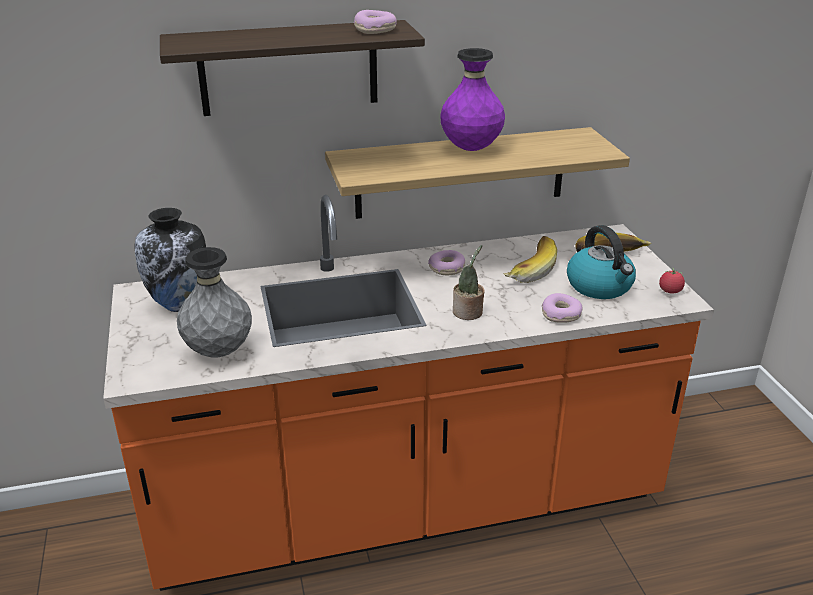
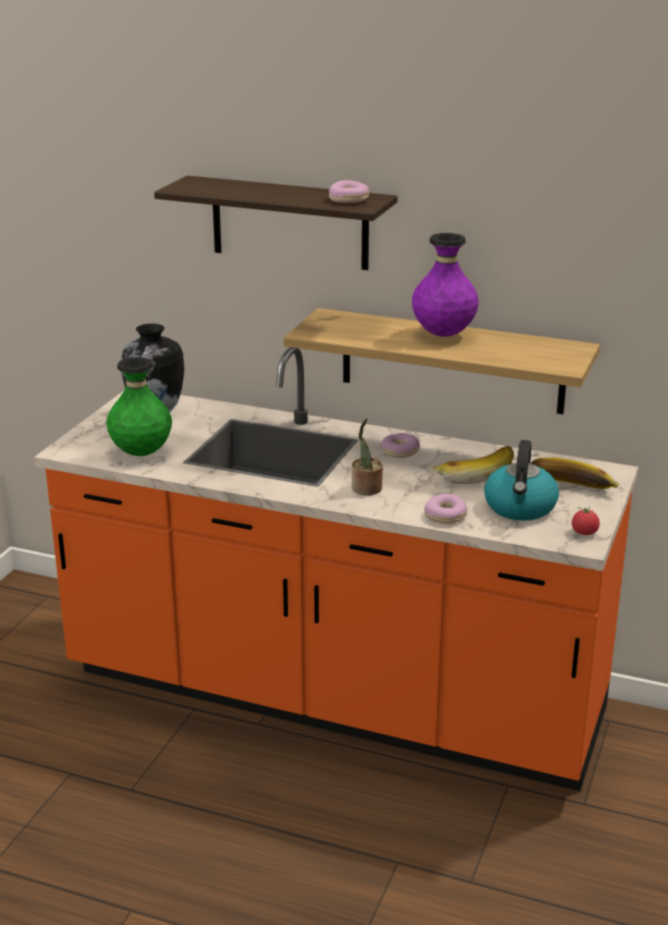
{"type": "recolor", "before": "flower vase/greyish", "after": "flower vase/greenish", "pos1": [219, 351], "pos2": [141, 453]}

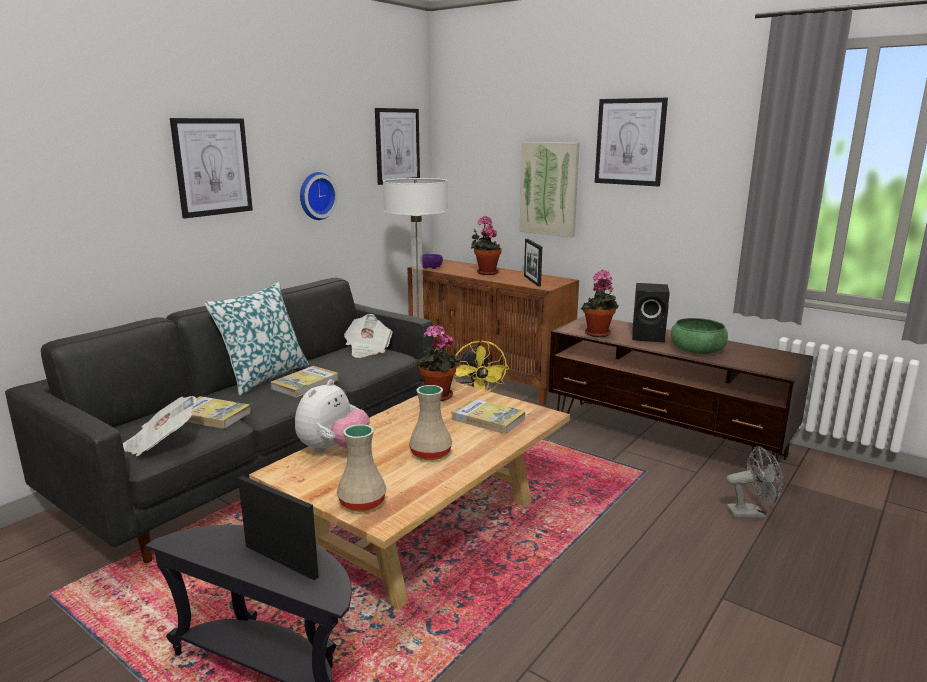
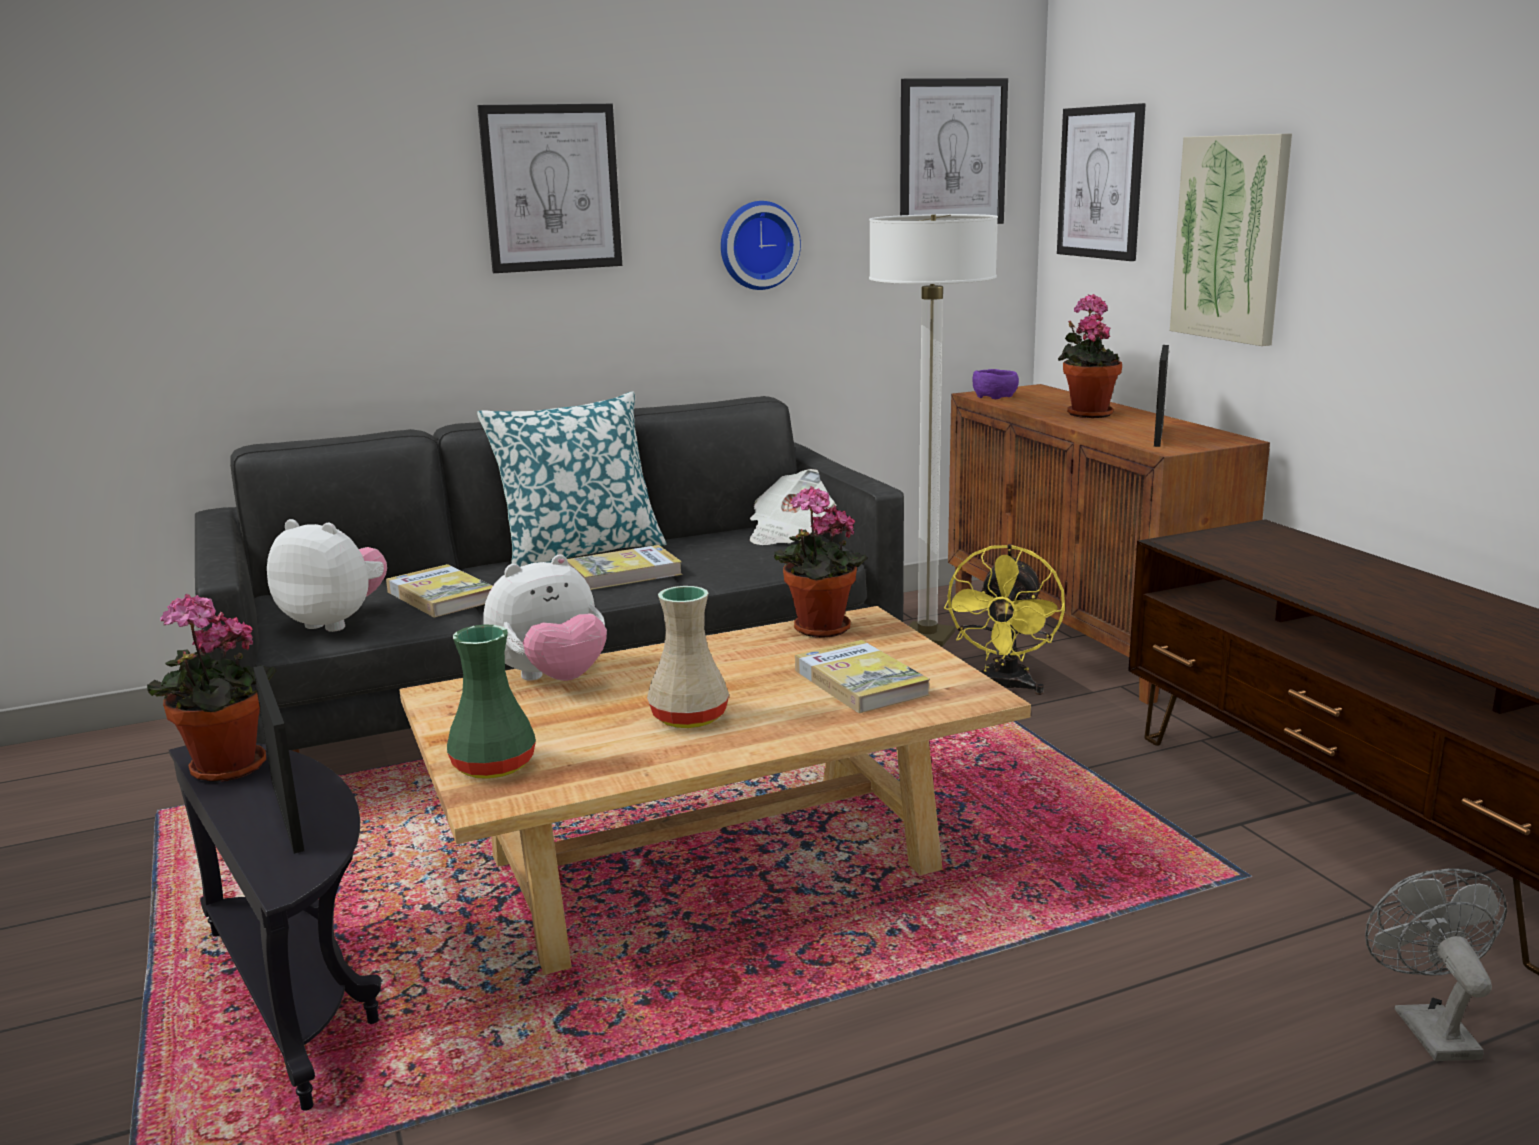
{"type": "move", "before": "houseplant", "pos1": [598, 334], "pos2": [223, 771]}
{"type": "replace", "before": "printed paper", "after": "soft toy", "pos1": [161, 443], "pos2": [335, 622]}
{"type": "recolor", "before": "flower vase/sand-coloured", "after": "flower vase/greenish", "pos1": [362, 503], "pos2": [492, 767]}
{"type": "move", "before": "wall picture", "pos1": [630, 142], "pos2": [1101, 182]}
{"type": "rotate", "before": "electric fan/greyish", "pos1": [751, 513], "pos2": [1427, 1026], "turn": -120}
{"type": "delete", "before": "audio speaker/black", "pos1": [649, 336]}
{"type": "delete", "before": "bowl/greenish", "pos1": [697, 349]}

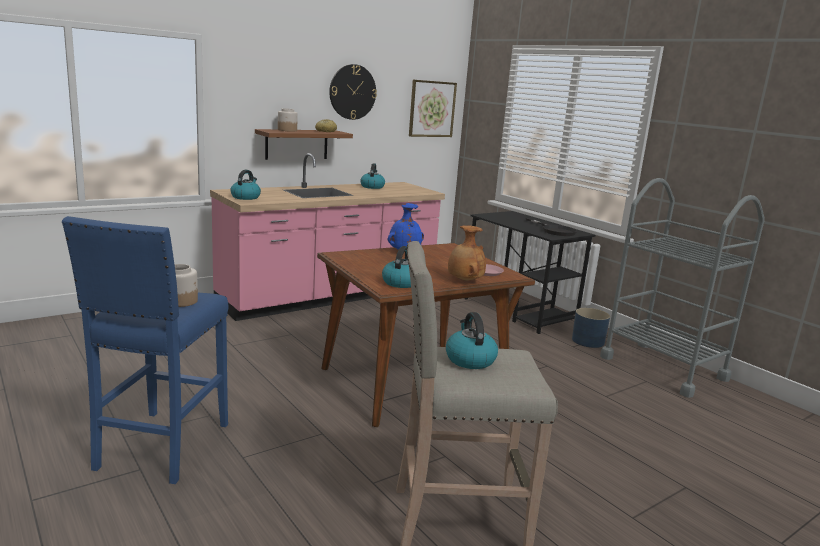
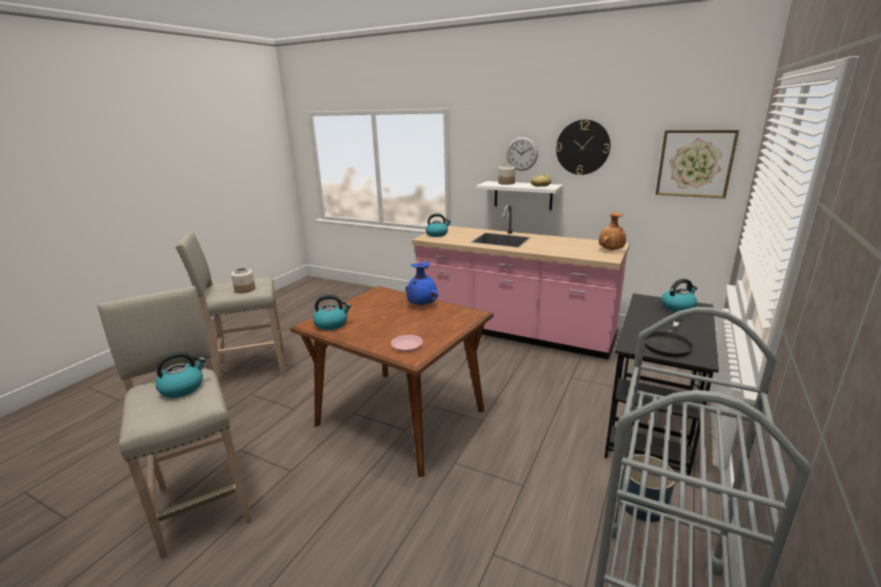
{"type": "recolor", "before": "sitting stool/bluish", "after": "sitting stool/sand-coloured", "pos1": [161, 447], "pos2": [250, 368]}
{"type": "recolor", "before": "shelf/brownish", "after": "shelf/whitish", "pos1": [296, 144], "pos2": [523, 195]}
{"type": "insert", "after": "wall clock", "pos2": [522, 154]}
{"type": "move", "before": "flower vase/brownish", "pos1": [464, 281], "pos2": [610, 250]}
{"type": "move", "before": "water kettle", "pos1": [372, 187], "pos2": [678, 307]}

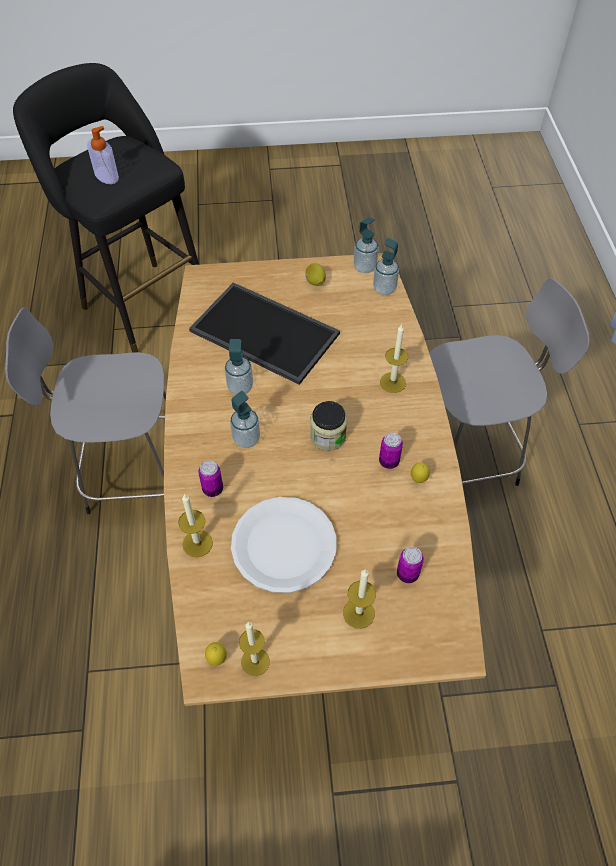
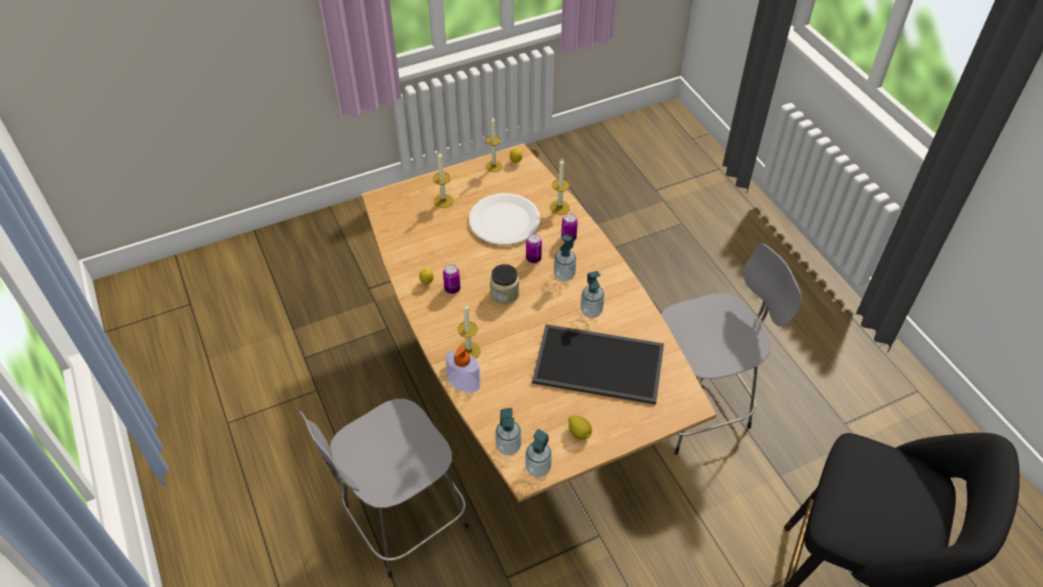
{"type": "move", "before": "soap bottle", "pos1": [106, 175], "pos2": [464, 382]}
{"type": "move", "before": "metal can", "pos1": [407, 574], "pos2": [533, 258]}

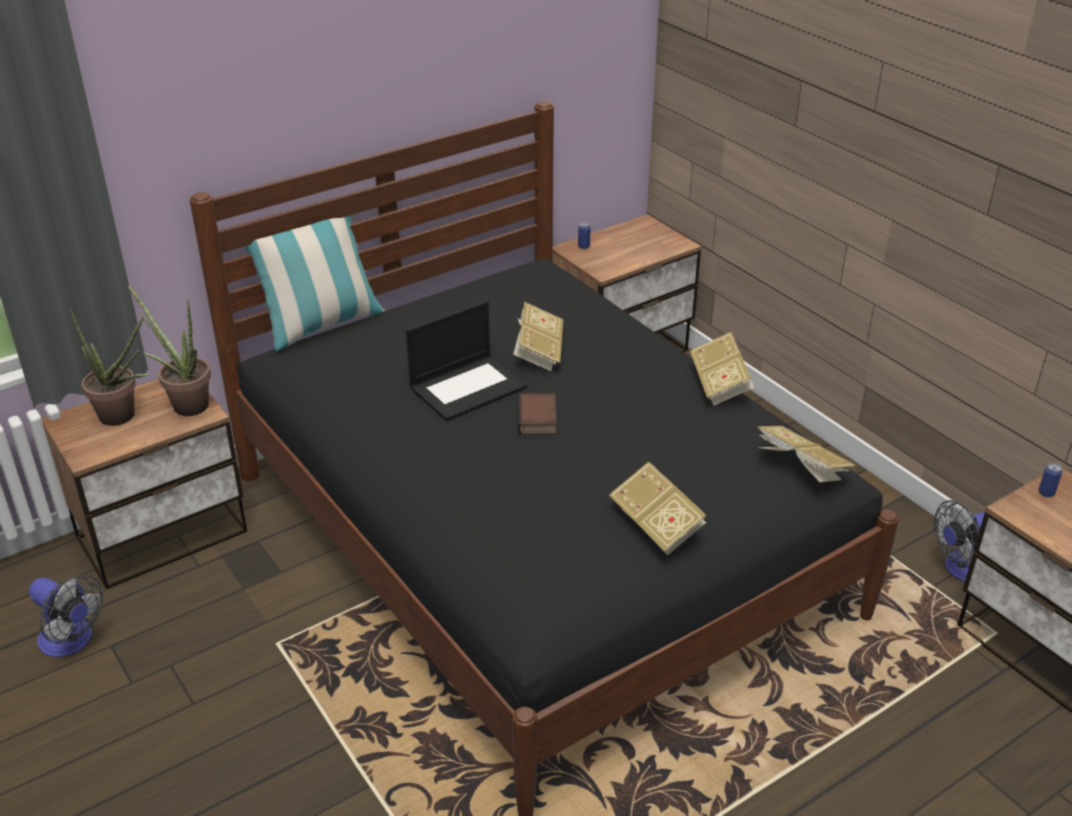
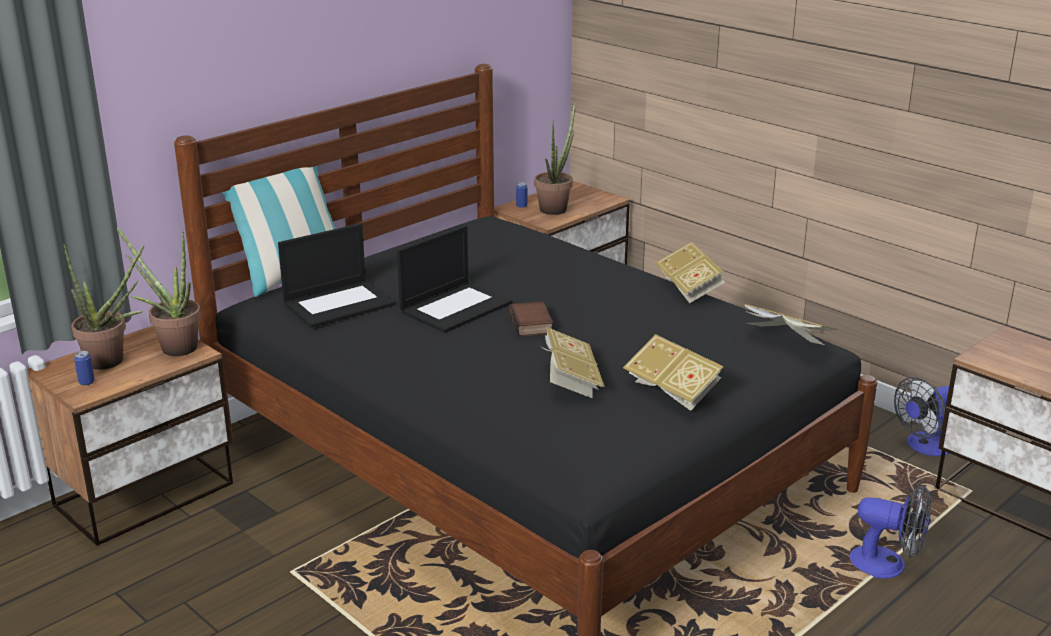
{"type": "move", "before": "metal can", "pos1": [1046, 493], "pos2": [86, 382]}
{"type": "insert", "after": "laptop", "pos2": [339, 303]}
{"type": "insert", "after": "houseplant", "pos2": [556, 208]}
{"type": "move", "before": "book", "pos1": [538, 352], "pos2": [570, 380]}
{"type": "move", "before": "electric fan", "pos1": [72, 641], "pos2": [887, 564]}

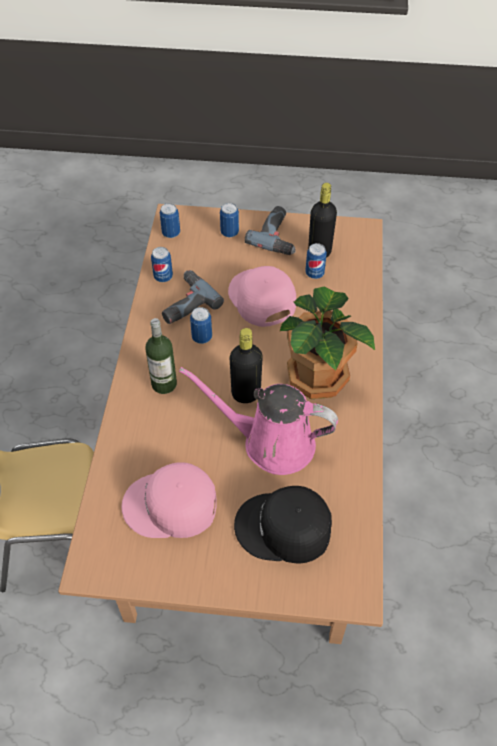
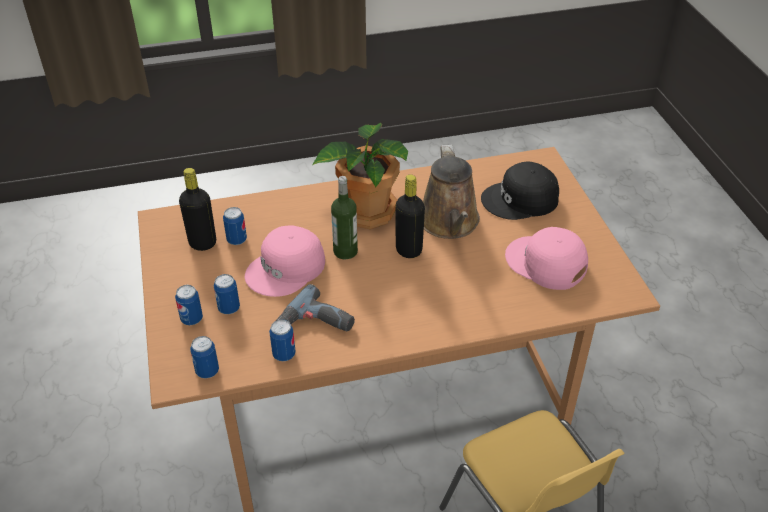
{"type": "move", "before": "metal can", "pos1": [202, 337], "pos2": [229, 308]}
{"type": "move", "before": "drink bottle", "pos1": [164, 384], "pos2": [345, 251]}
{"type": "recolor", "before": "sprinkling can/pink-coloured", "after": "sprinkling can/brownish", "pos1": [271, 442], "pos2": [450, 223]}
{"type": "rotate", "before": "baseball cap/black", "pos1": [284, 529], "pos2": [520, 200], "turn": 90}
{"type": "rotate", "before": "baseball cap/pink-coloured", "pos1": [171, 506], "pos2": [545, 264], "turn": 150}
{"type": "delete", "before": "drill", "pos1": [278, 236]}

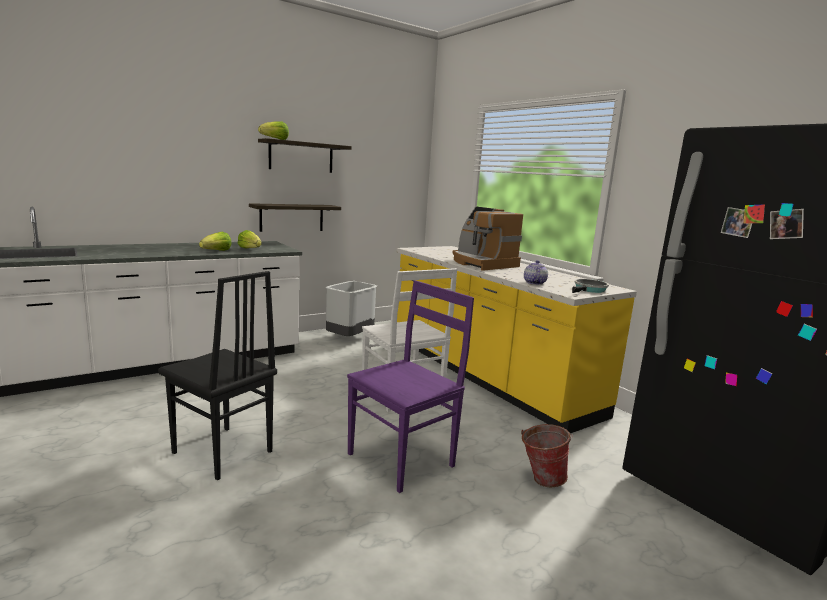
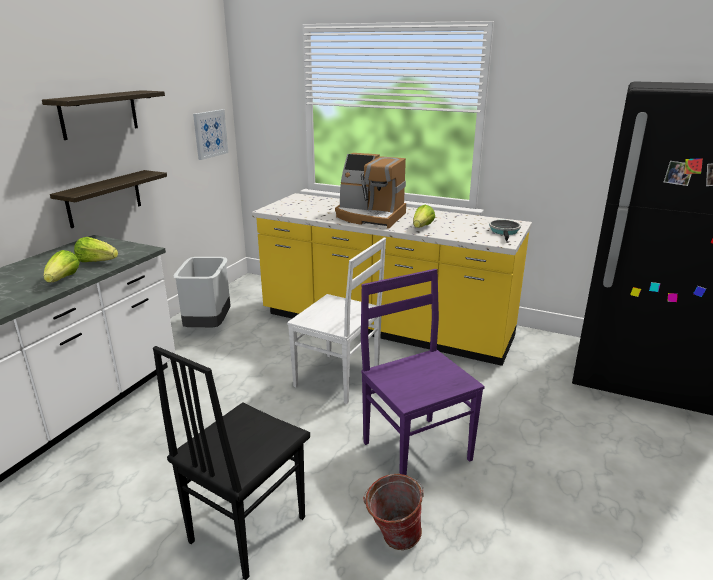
{"type": "rotate", "before": "chair/black", "pos1": [221, 453], "pos2": [246, 529], "turn": 120}
{"type": "insert", "after": "wall picture", "pos2": [210, 134]}
{"type": "rotate", "before": "chair/purplish", "pos1": [403, 459], "pos2": [415, 449], "turn": -45}
{"type": "move", "before": "pail", "pos1": [541, 479], "pos2": [392, 538]}
{"type": "move", "before": "lettuce head", "pos1": [275, 139], "pos2": [422, 227]}
{"type": "delete", "before": "pot for tea", "pos1": [534, 283]}

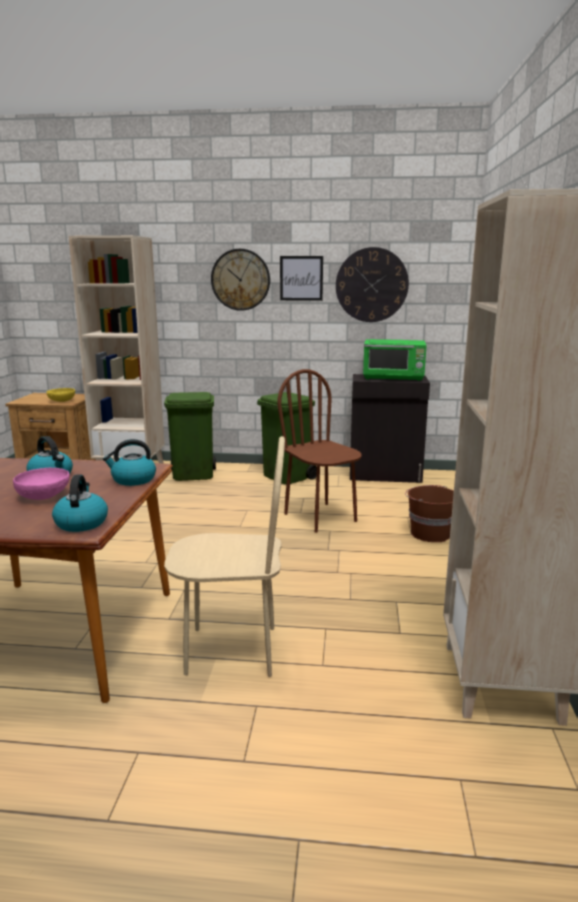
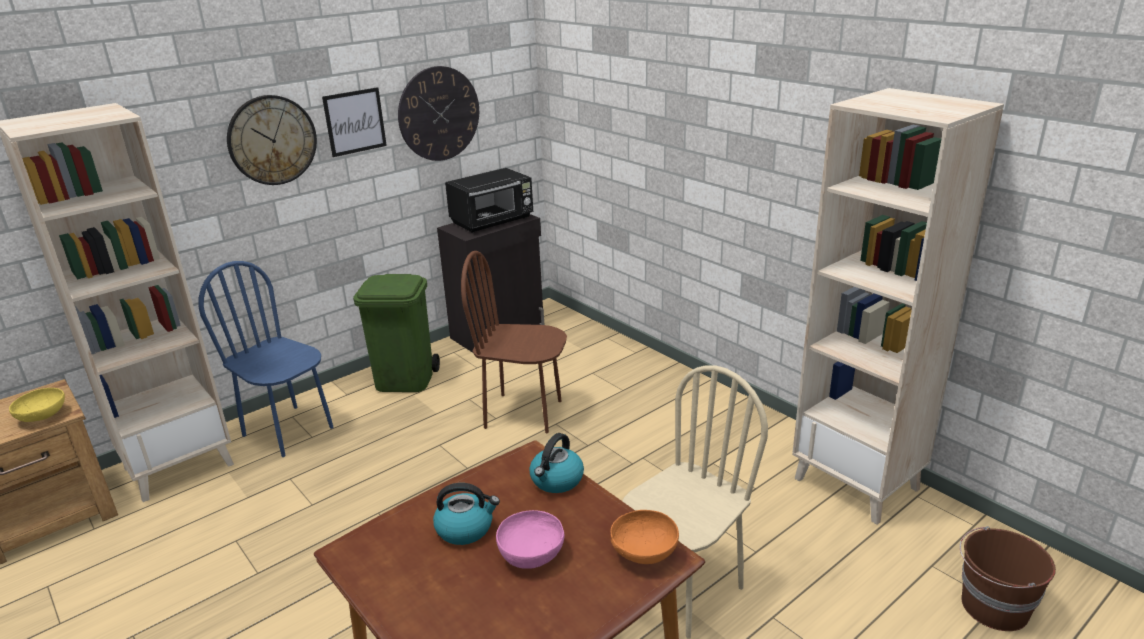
{"type": "replace", "before": "trash can/greenish", "after": "chair/bluish", "pos1": [194, 474], "pos2": [289, 431]}
{"type": "recolor", "before": "microwave/greenish", "after": "microwave/black", "pos1": [394, 378], "pos2": [493, 221]}
{"type": "replace", "before": "water kettle", "after": "bowl/orangey", "pos1": [81, 522], "pos2": [644, 553]}
{"type": "move", "before": "pail/brownish", "pos1": [429, 533], "pos2": [993, 607]}

